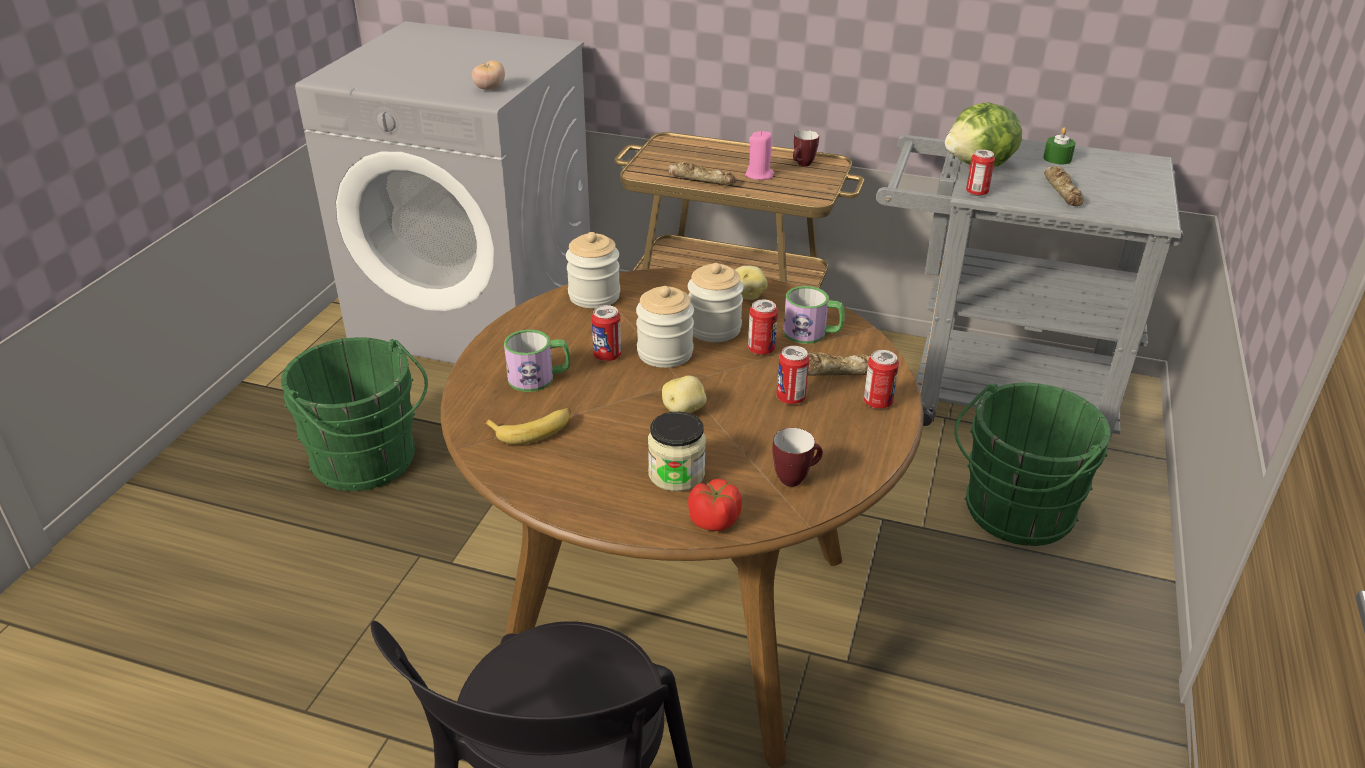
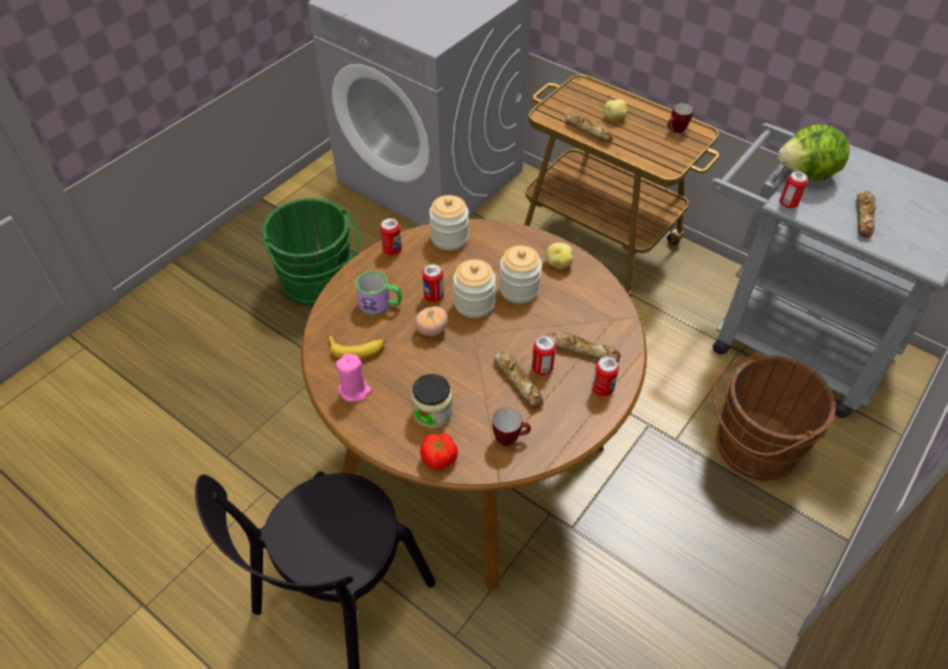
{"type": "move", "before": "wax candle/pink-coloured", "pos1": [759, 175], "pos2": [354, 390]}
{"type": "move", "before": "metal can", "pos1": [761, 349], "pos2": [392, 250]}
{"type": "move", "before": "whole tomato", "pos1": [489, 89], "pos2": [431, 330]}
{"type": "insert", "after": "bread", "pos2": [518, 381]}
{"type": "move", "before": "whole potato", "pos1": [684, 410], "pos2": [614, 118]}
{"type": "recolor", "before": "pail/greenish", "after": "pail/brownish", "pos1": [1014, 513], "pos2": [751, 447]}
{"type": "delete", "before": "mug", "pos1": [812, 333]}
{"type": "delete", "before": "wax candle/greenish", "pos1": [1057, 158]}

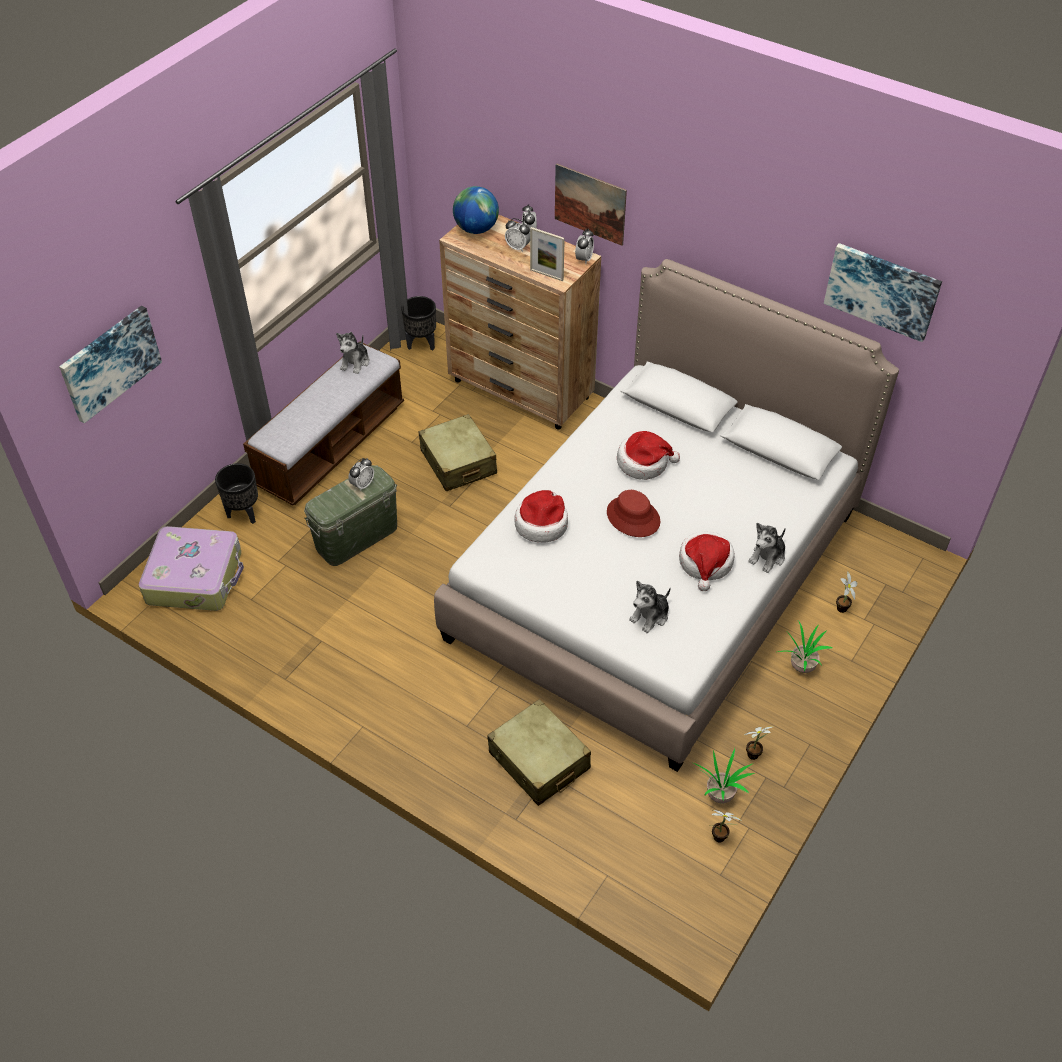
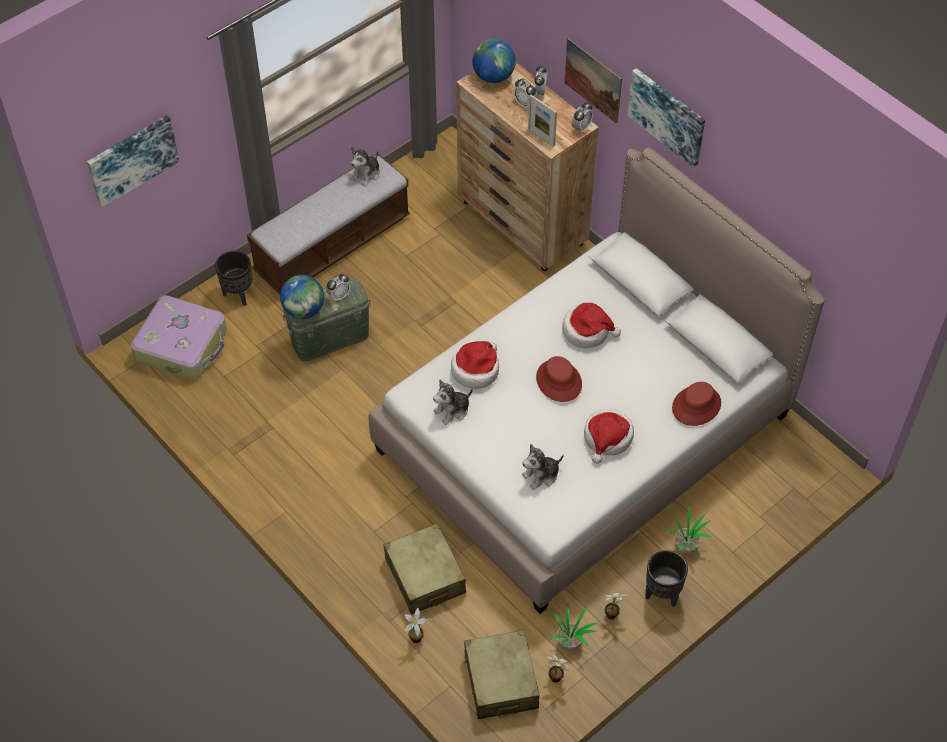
{"type": "insert", "after": "globe", "pos2": [304, 310]}
{"type": "move", "before": "houseplant", "pos1": [840, 609], "pos2": [414, 639]}
{"type": "move", "before": "soft toy", "pos1": [767, 557], "pos2": [452, 410]}
{"type": "move", "before": "suitcase/sand-coloured", "pos1": [458, 462], "pos2": [501, 681]}
{"type": "move", "before": "wall picture", "pos1": [882, 290], "pos2": [667, 116]}
{"type": "move", "before": "flower pot/black", "pos1": [421, 344], "pos2": [662, 595]}
{"type": "insert", "after": "hat/red-coloured", "pos2": [696, 405]}

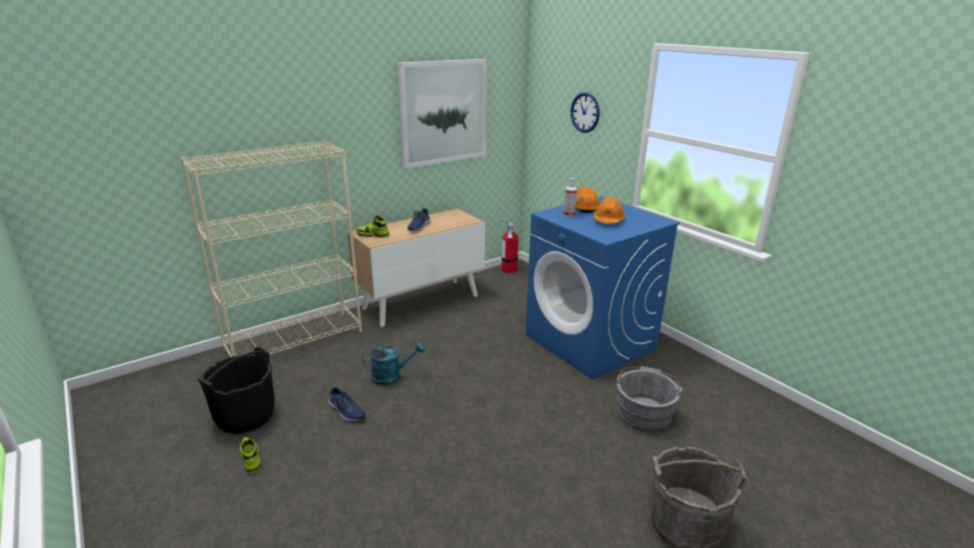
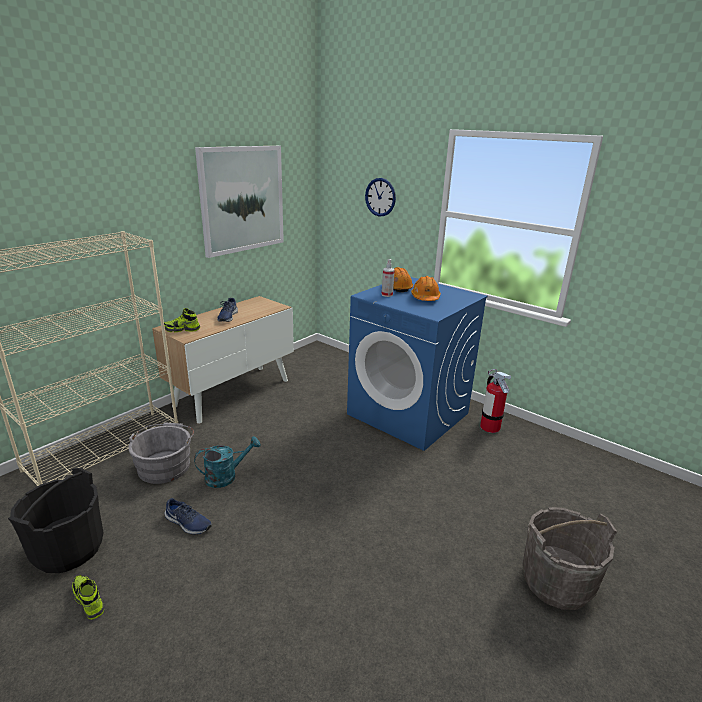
{"type": "move", "before": "pail/greyish", "pos1": [644, 412], "pos2": [165, 465]}
{"type": "move", "before": "extinguisher", "pos1": [509, 269], "pos2": [489, 427]}

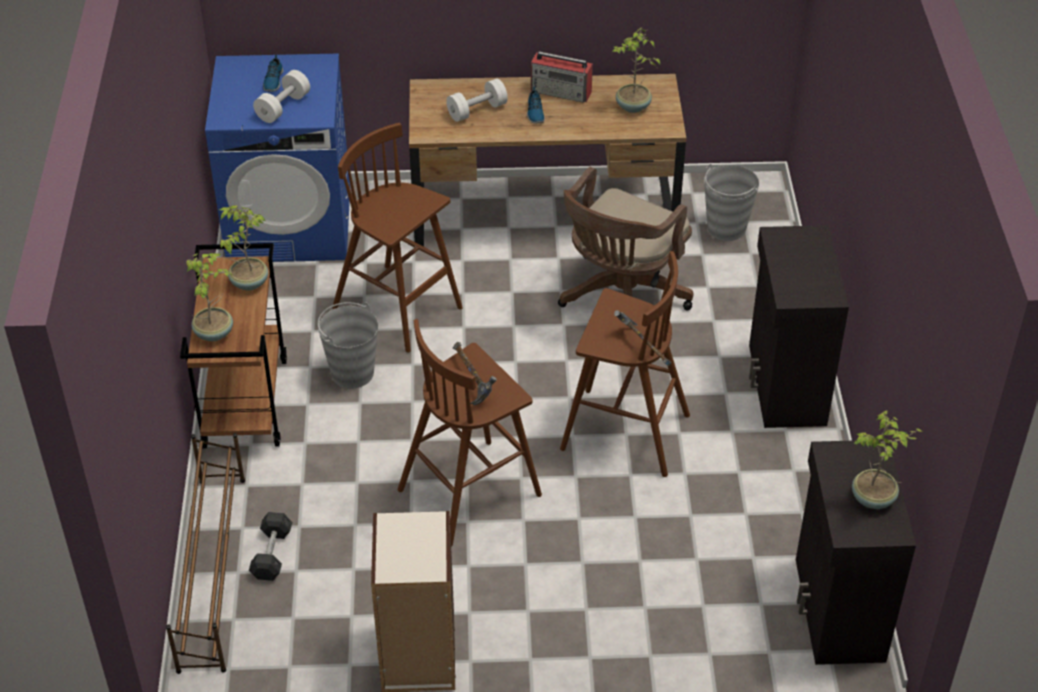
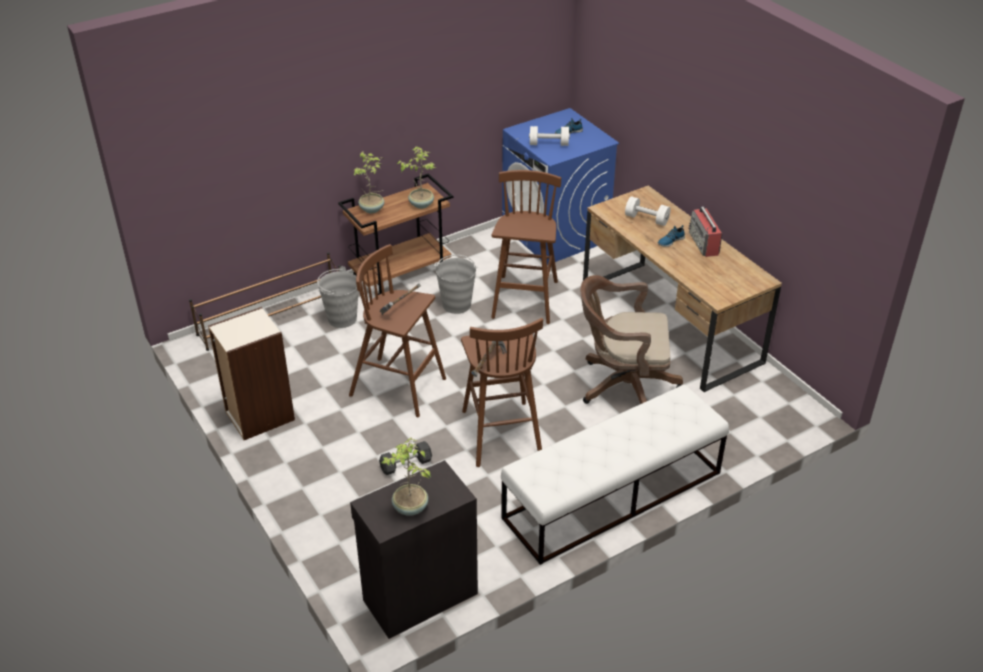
{"type": "move", "before": "pail/greyish", "pos1": [726, 228], "pos2": [342, 318]}
{"type": "move", "before": "hand weight/greyish", "pos1": [272, 554], "pos2": [406, 464]}
{"type": "replace", "before": "cupboard/black", "after": "bench/whitish", "pos1": [785, 385], "pos2": [612, 495]}
{"type": "delete", "before": "houseplant", "pos1": [632, 107]}

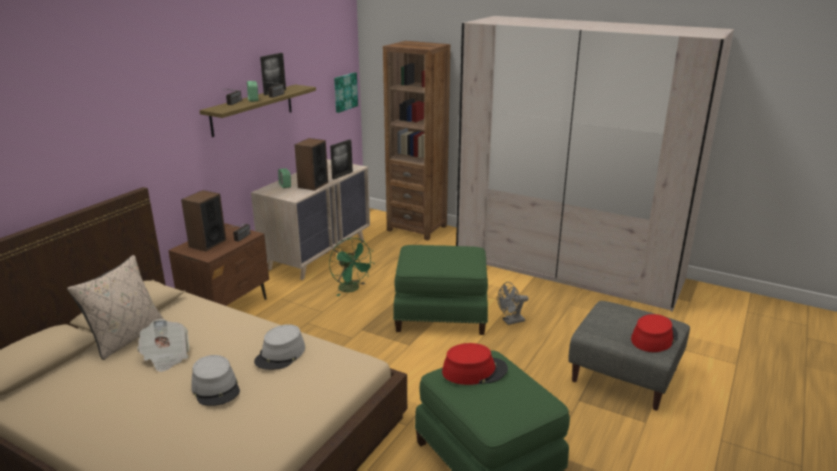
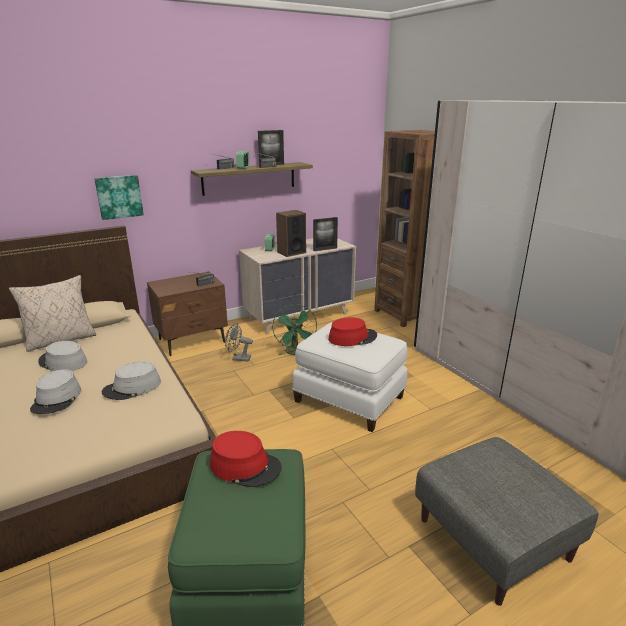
{"type": "replace", "before": "printed paper", "after": "hat/greyish", "pos1": [166, 356], "pos2": [63, 362]}
{"type": "move", "before": "wall picture", "pos1": [345, 92], "pos2": [119, 197]}
{"type": "move", "before": "electric fan/greyish", "pos1": [510, 321], "pos2": [238, 358]}
{"type": "recolor", "before": "pouffe/greenish", "after": "pouffe/whitish", "pos1": [441, 314], "pos2": [350, 398]}
{"type": "move", "before": "hat/red-coloured", "pos1": [654, 337], "pos2": [352, 338]}
{"type": "delete", "before": "audio speaker", "pos1": [207, 243]}

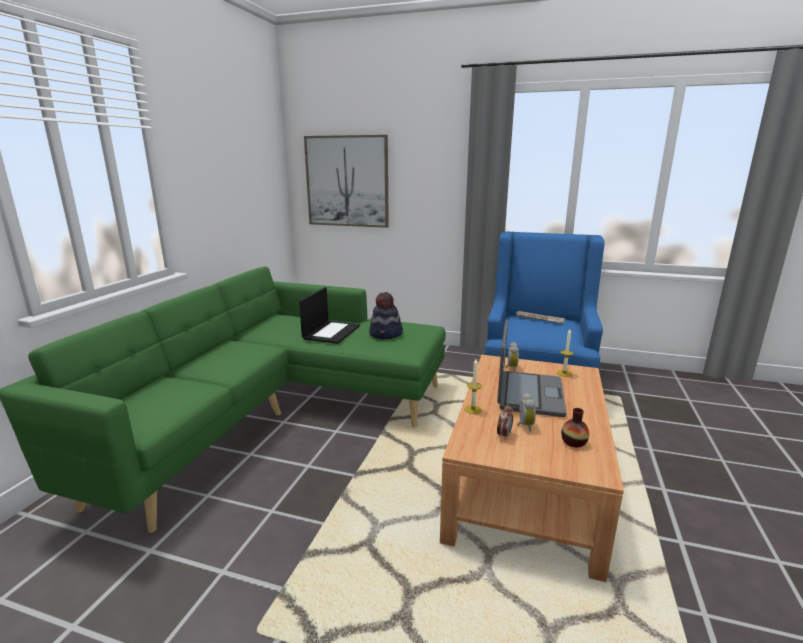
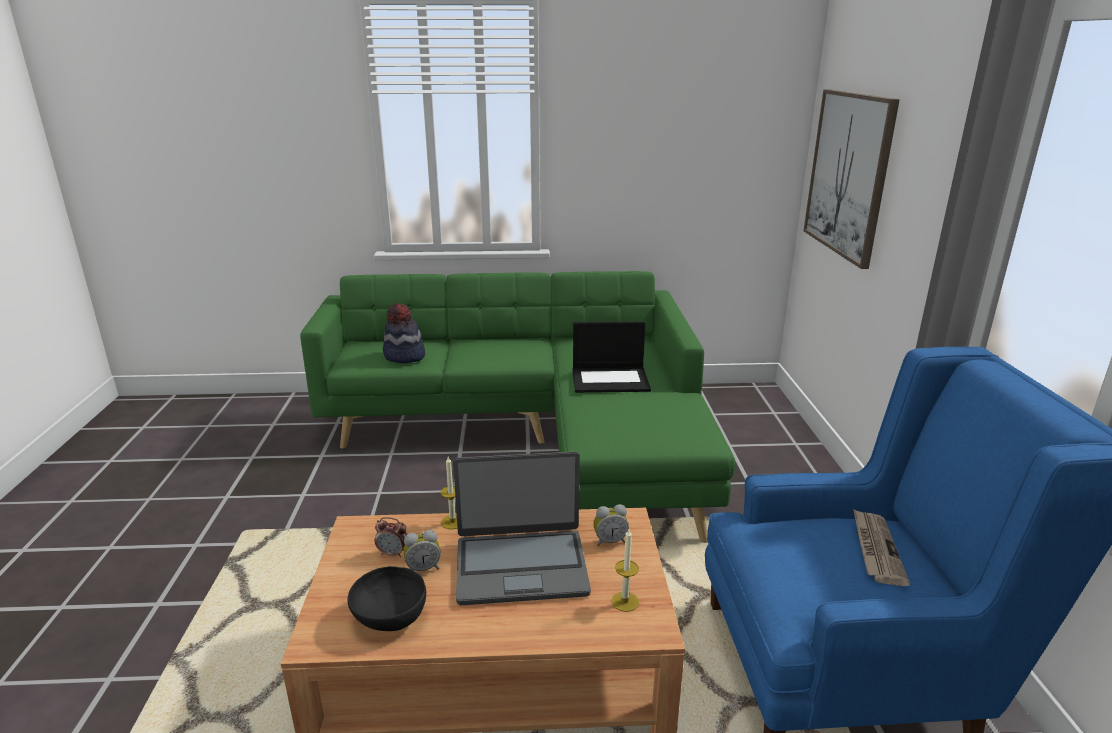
{"type": "replace", "before": "flower vase", "after": "bowl/black", "pos1": [573, 442], "pos2": [389, 616]}
{"type": "move", "before": "hat", "pos1": [386, 334], "pos2": [404, 356]}

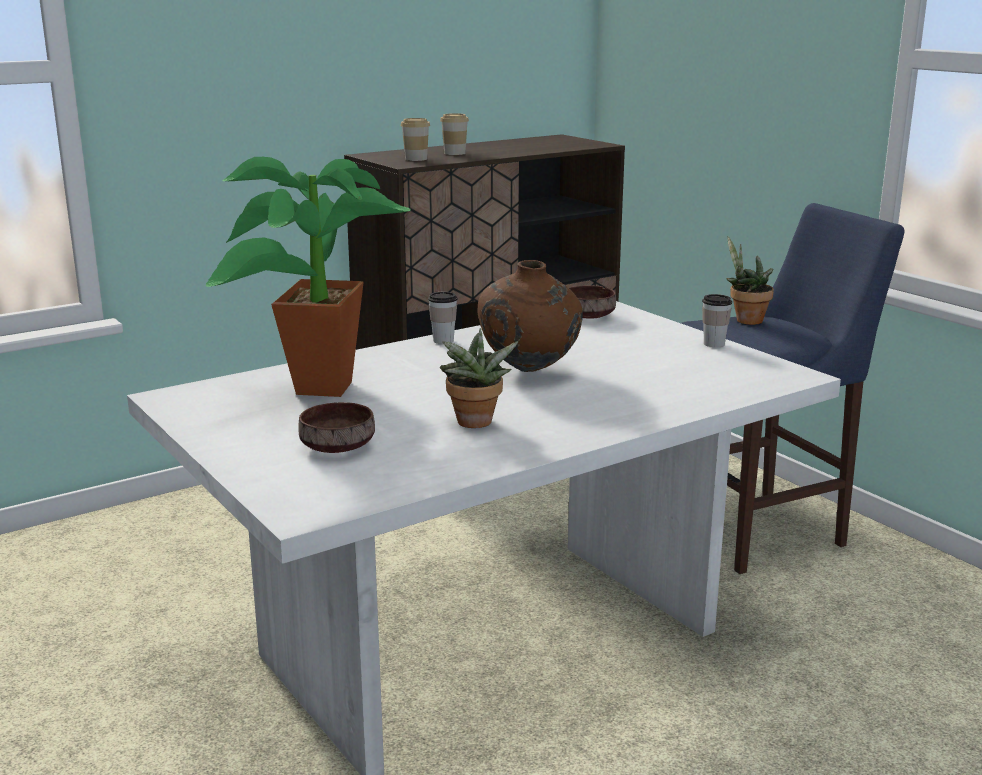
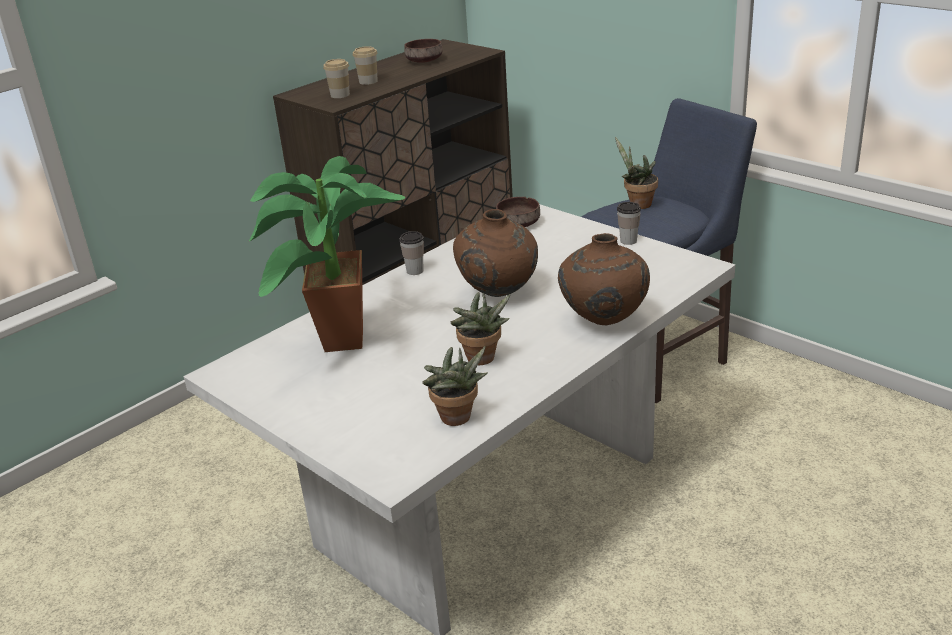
{"type": "move", "before": "bowl/brownish", "pos1": [336, 446], "pos2": [423, 61]}
{"type": "insert", "after": "houseplant", "pos2": [457, 420]}
{"type": "insert", "after": "flower vase/brownish", "pos2": [603, 322]}

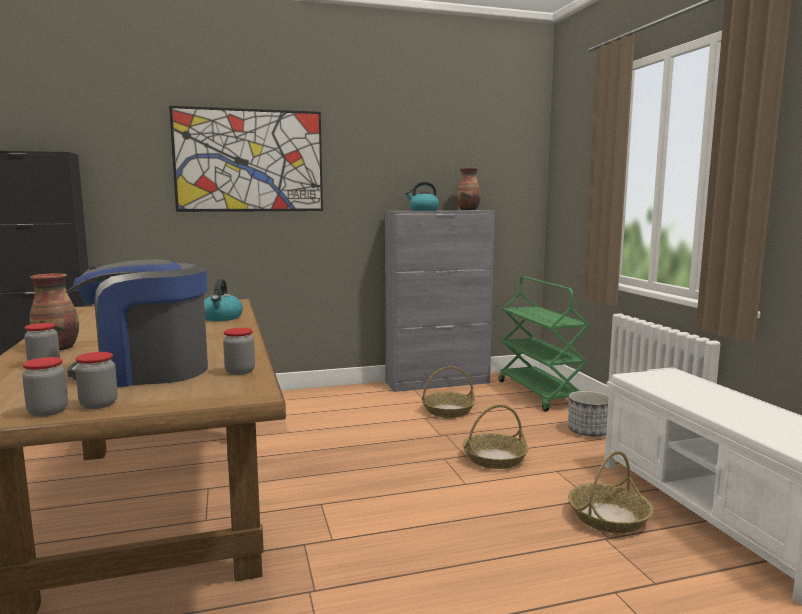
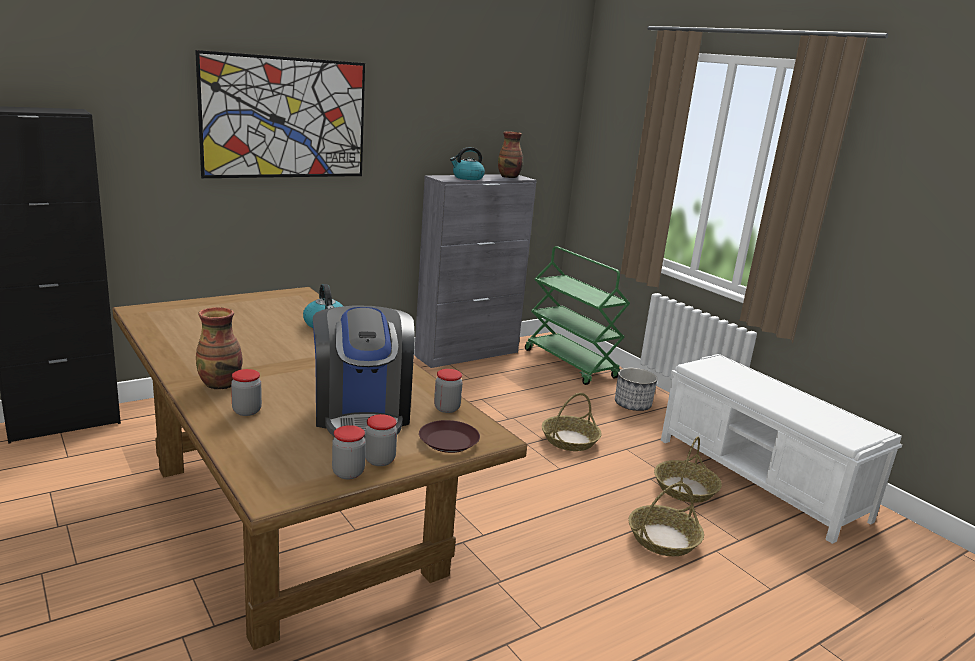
{"type": "rotate", "before": "coffee machine", "pos1": [146, 371], "pos2": [362, 414], "turn": -75}
{"type": "insert", "after": "flat dish/brownish", "pos2": [449, 441]}
{"type": "move", "before": "basket", "pos1": [448, 410], "pos2": [663, 539]}

